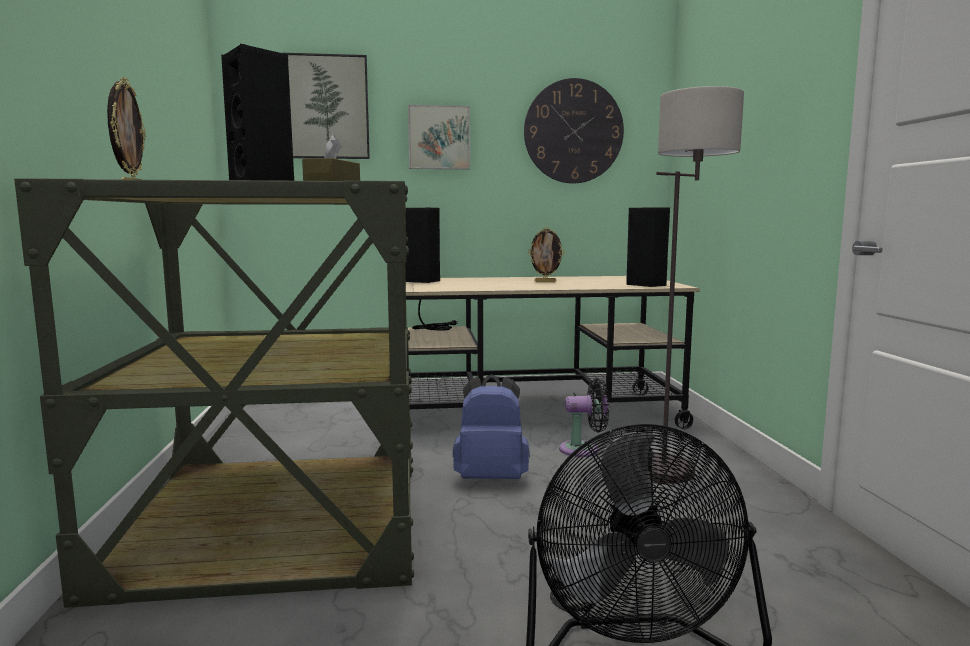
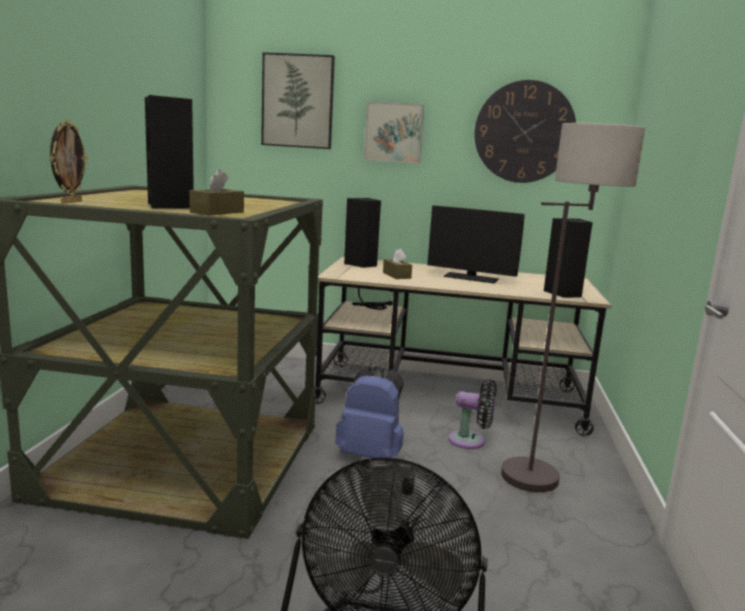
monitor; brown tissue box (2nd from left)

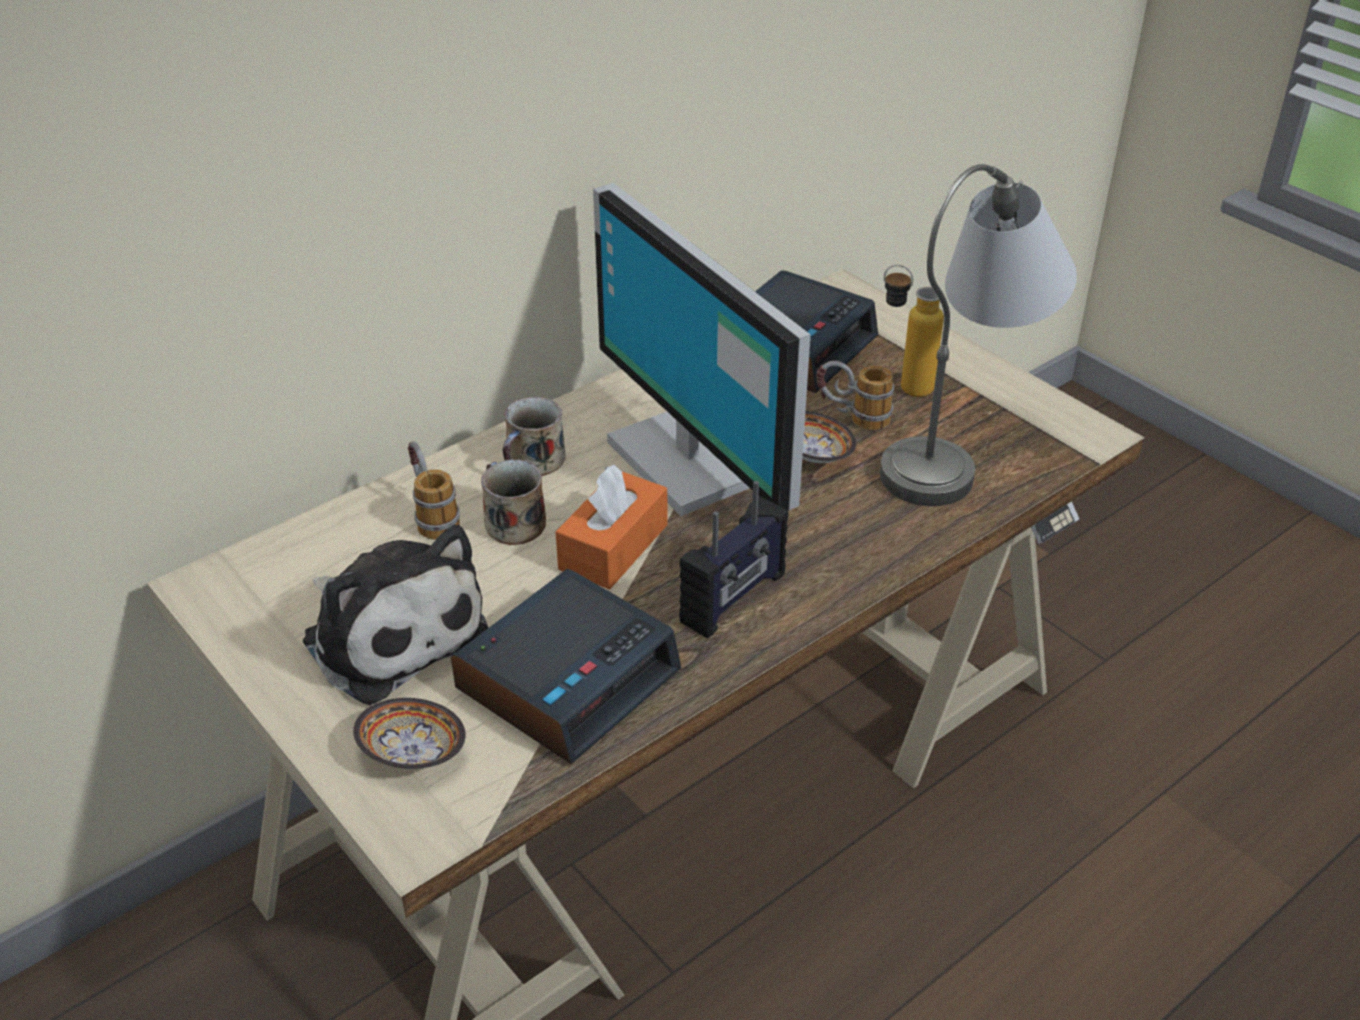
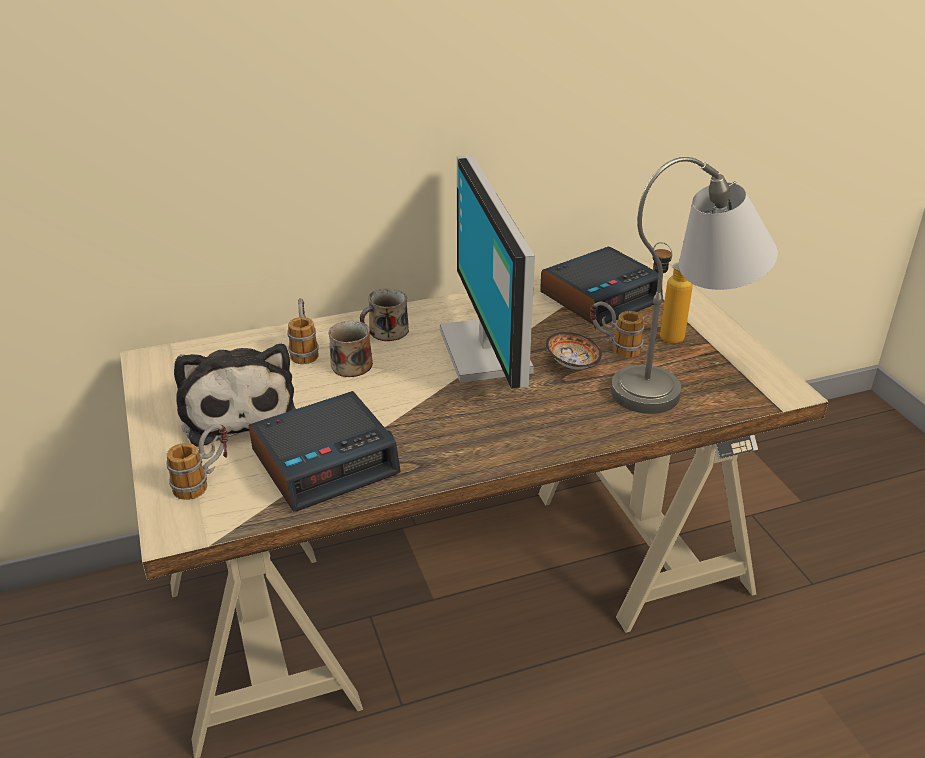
mug (1st from left); orange tissue box; radio

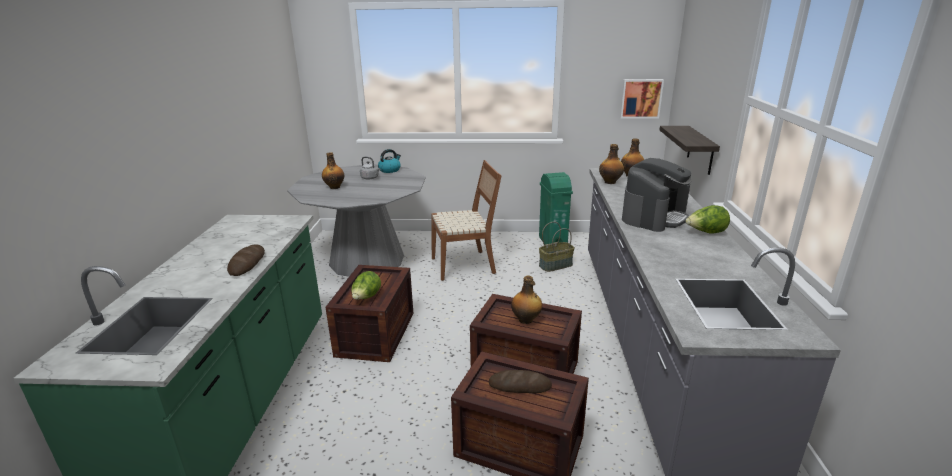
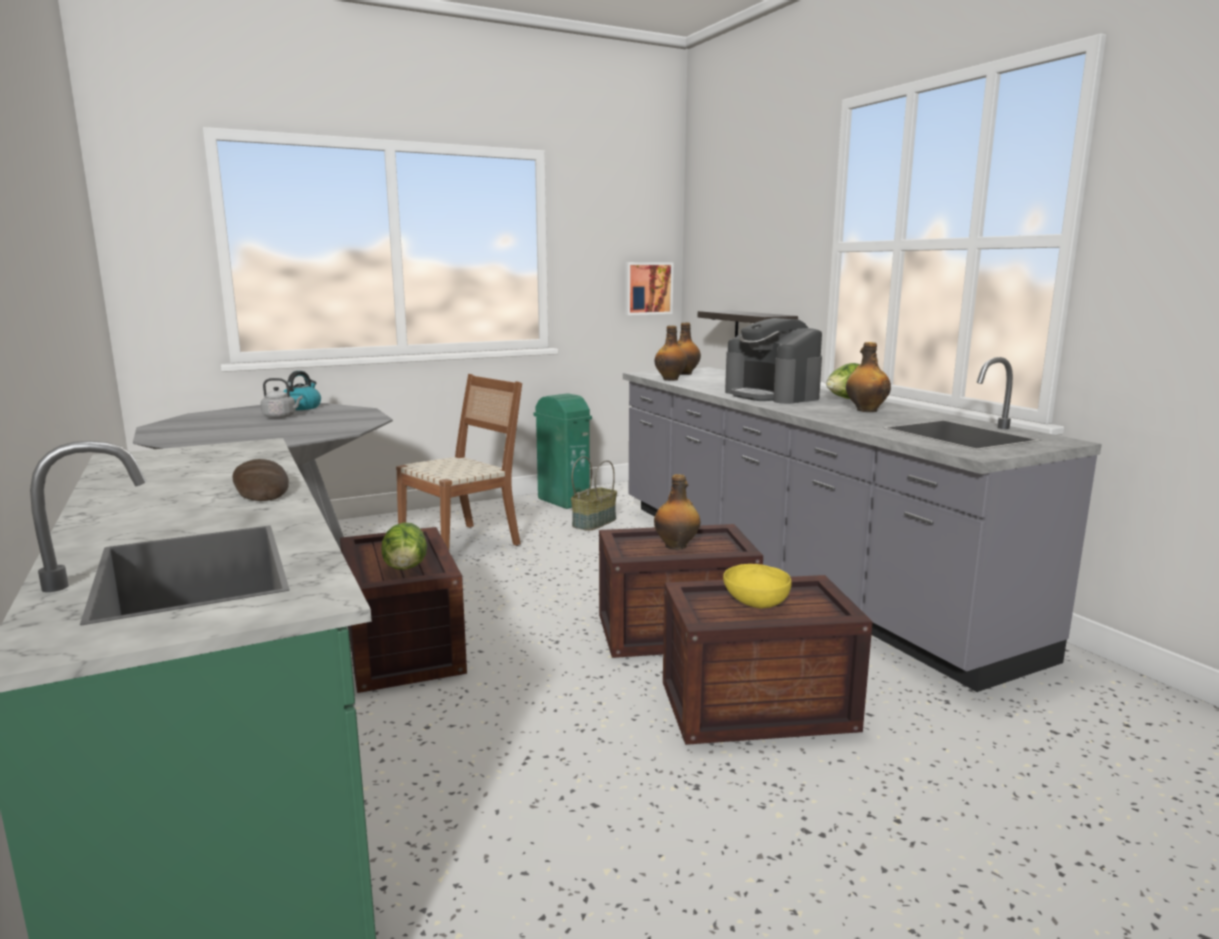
bottle (4th from left); yellow bowl; coffee machine

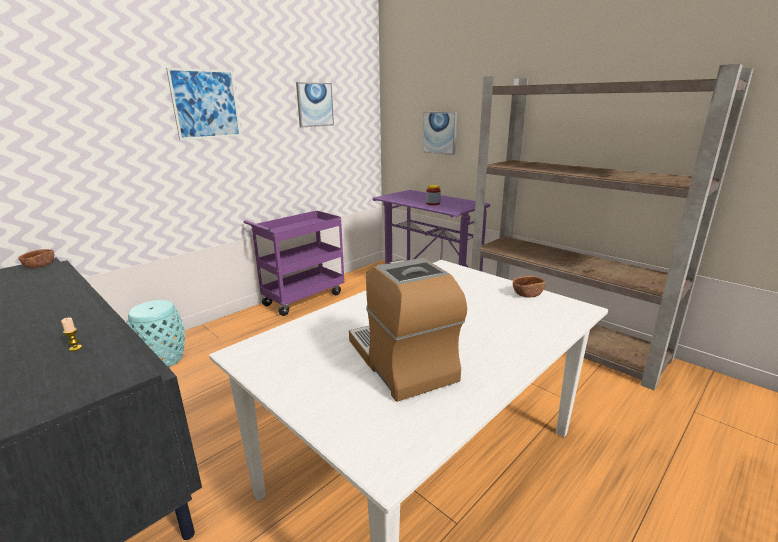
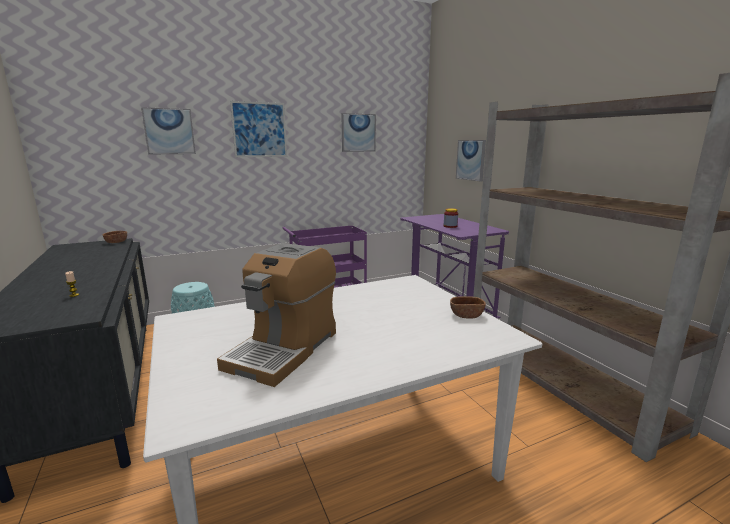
coffee machine; picture (1st from left)

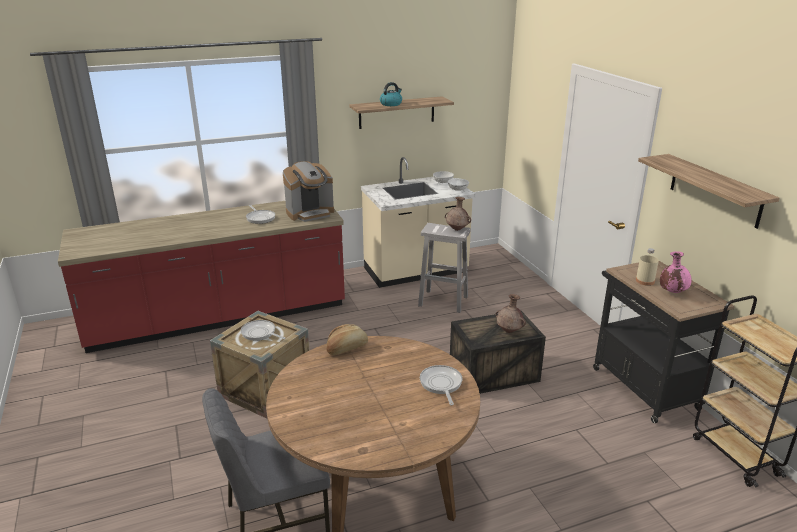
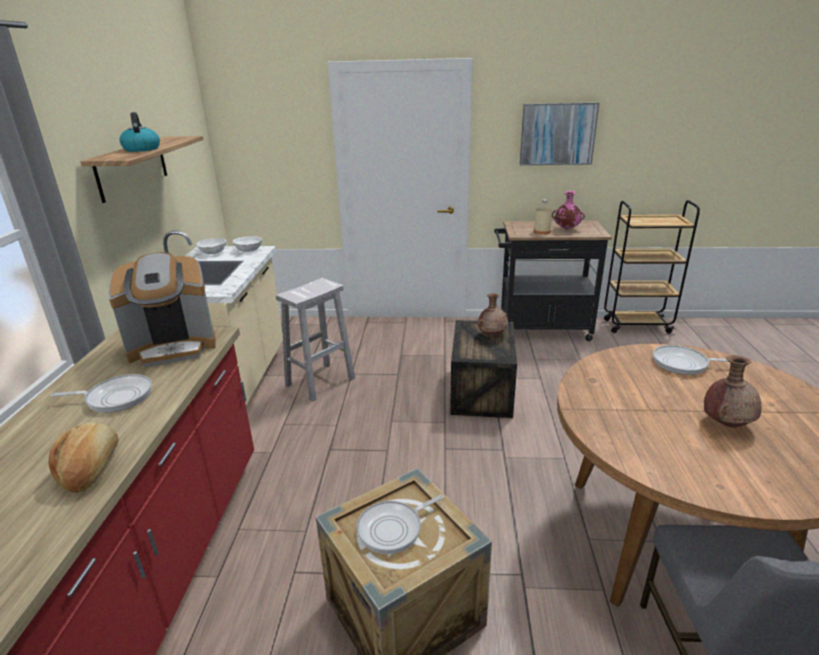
coffee machine; bread; brown vase (2nd from left); picture

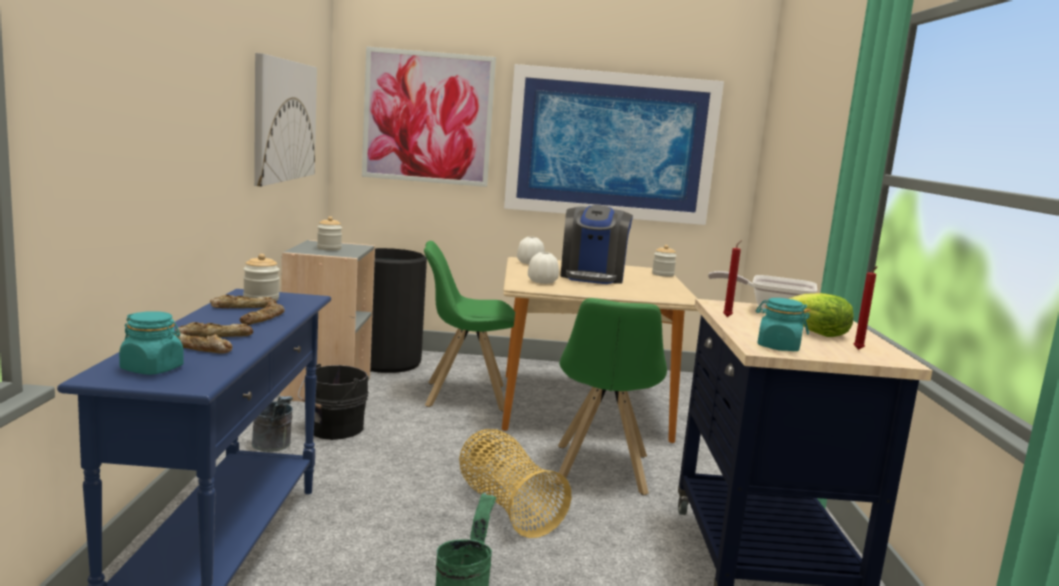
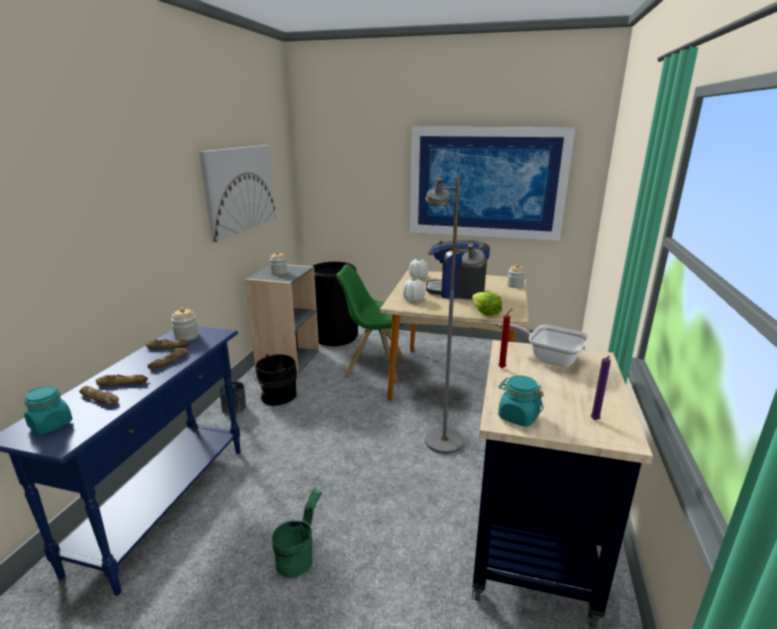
picture (2nd from left in the first image); basket; grey floor lamp; coffee machine; lettuce; purple candle

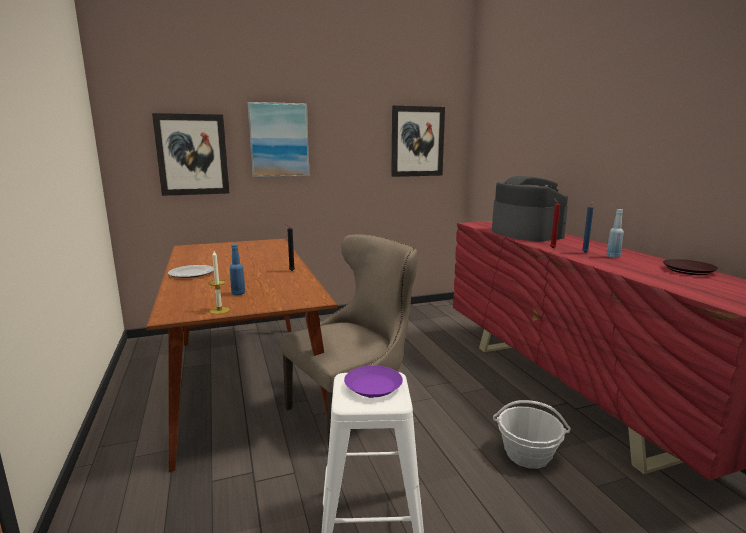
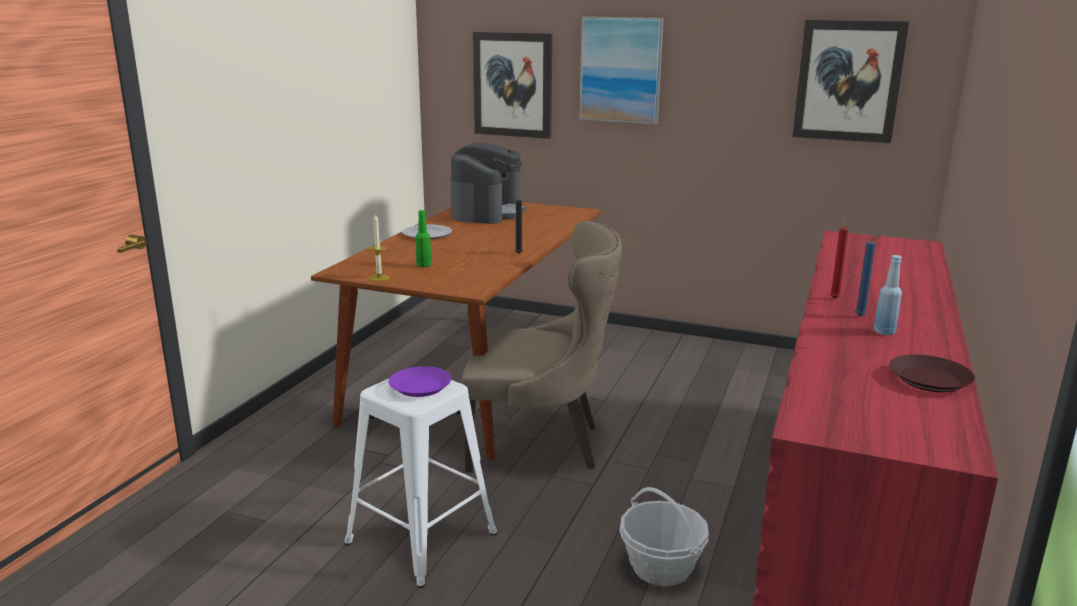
green bottle; coffee machine

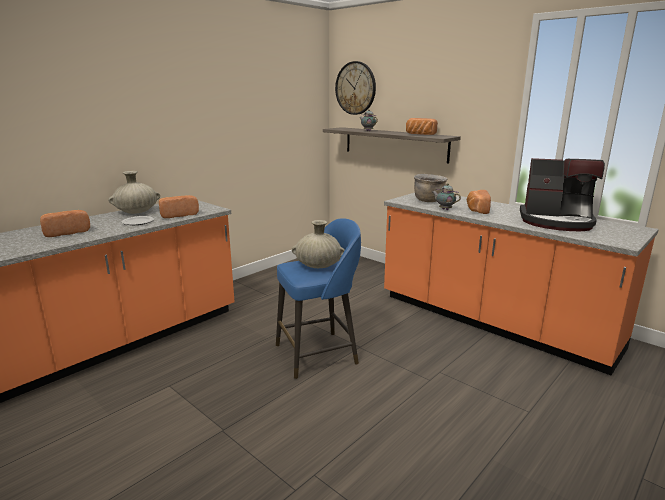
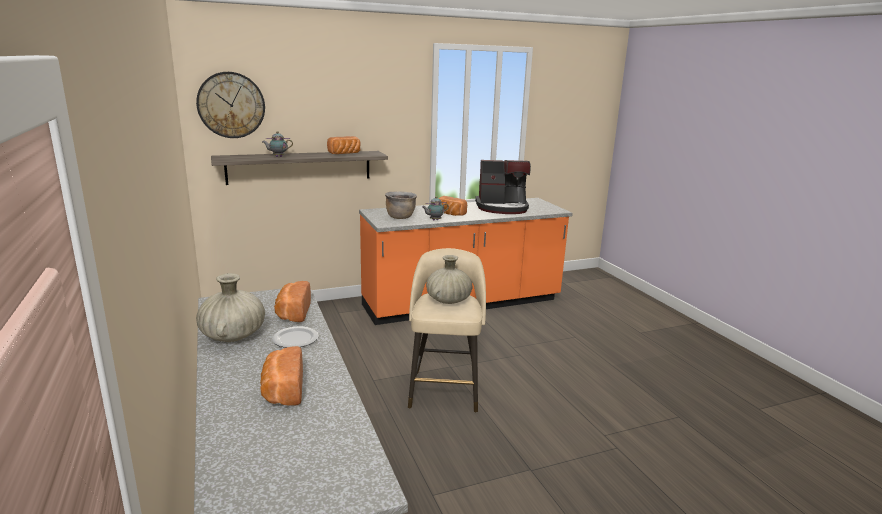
beige stool; coffee machine

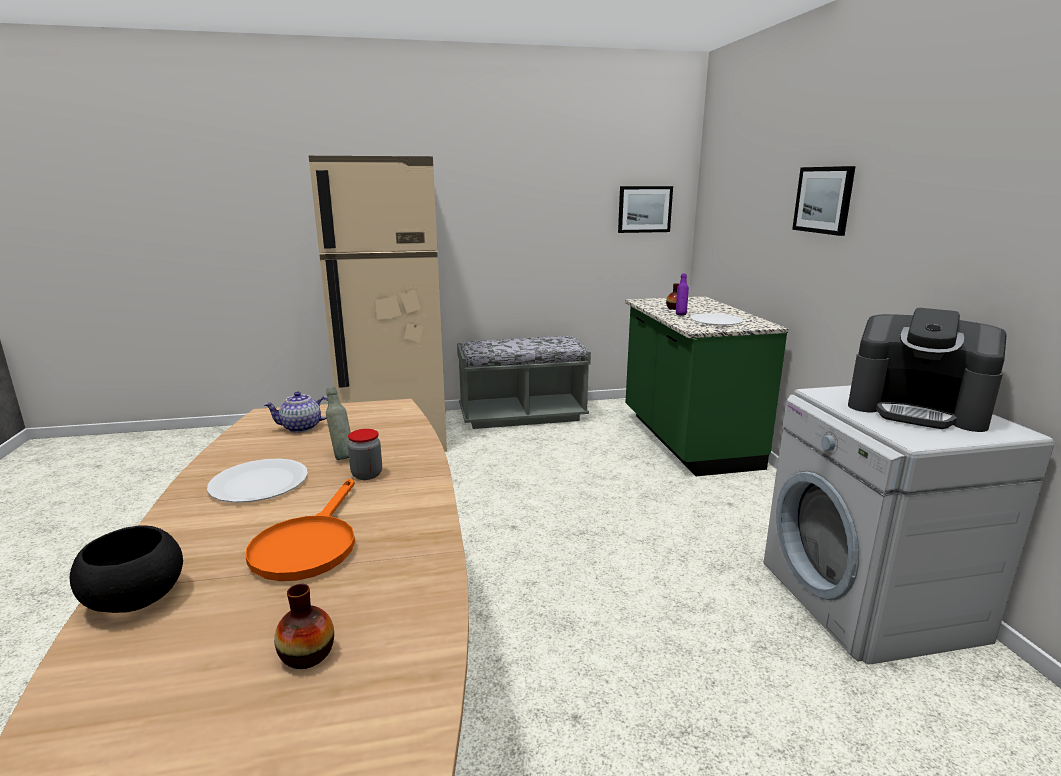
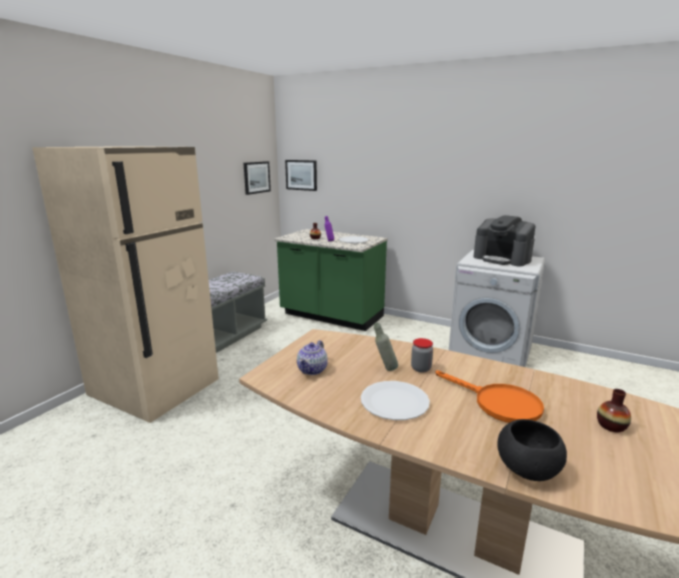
picture (2nd from left); coffee machine

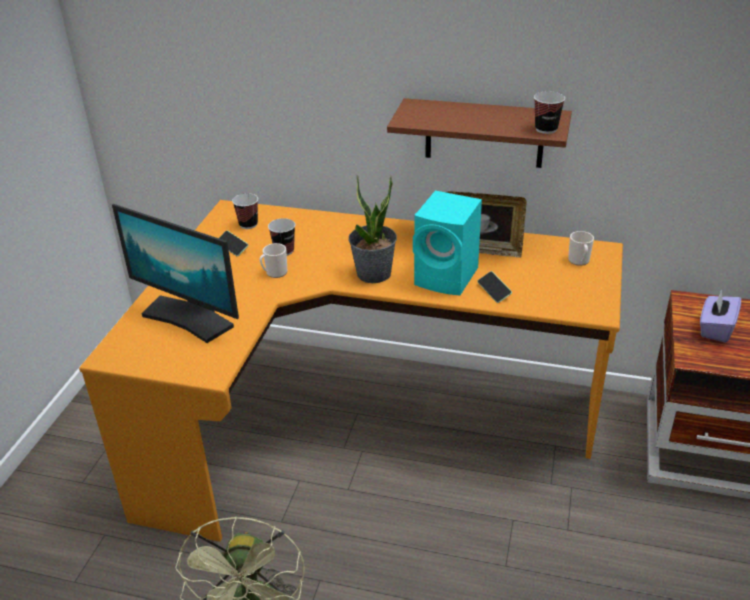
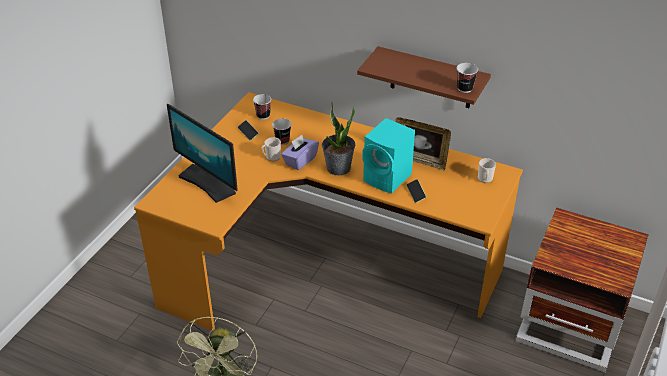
purple tissue box

